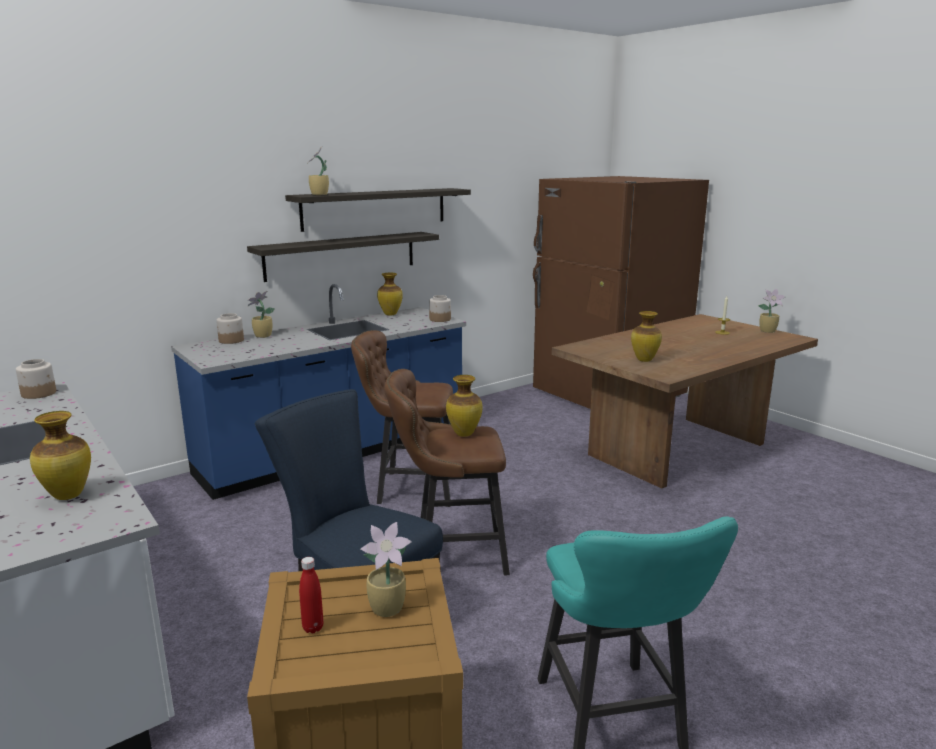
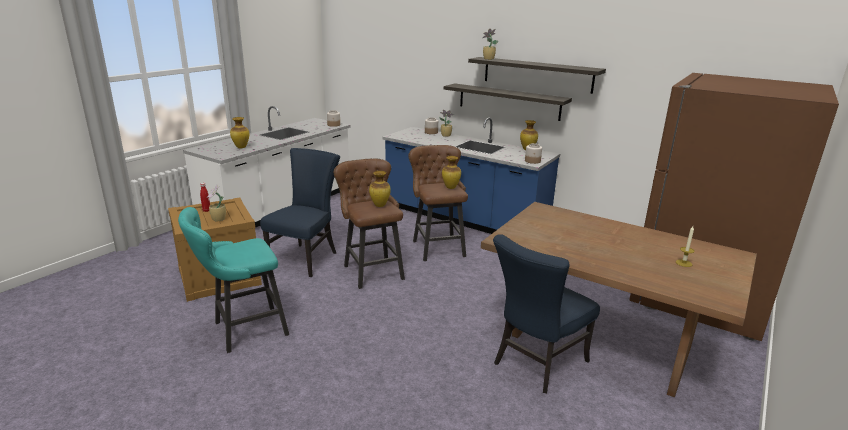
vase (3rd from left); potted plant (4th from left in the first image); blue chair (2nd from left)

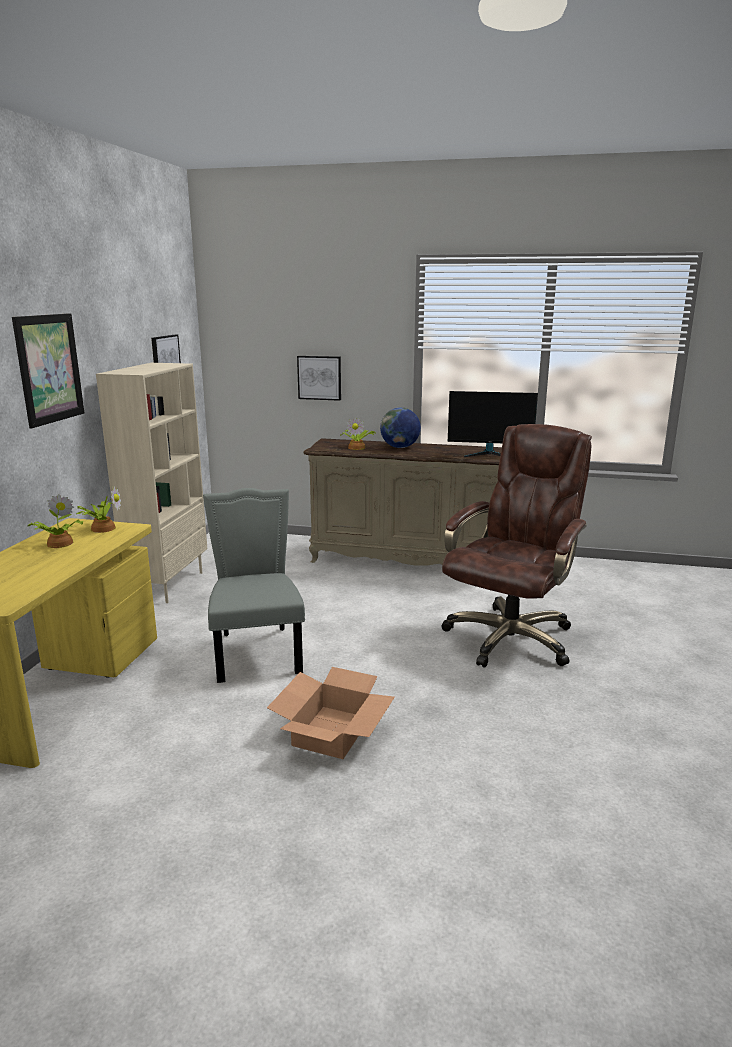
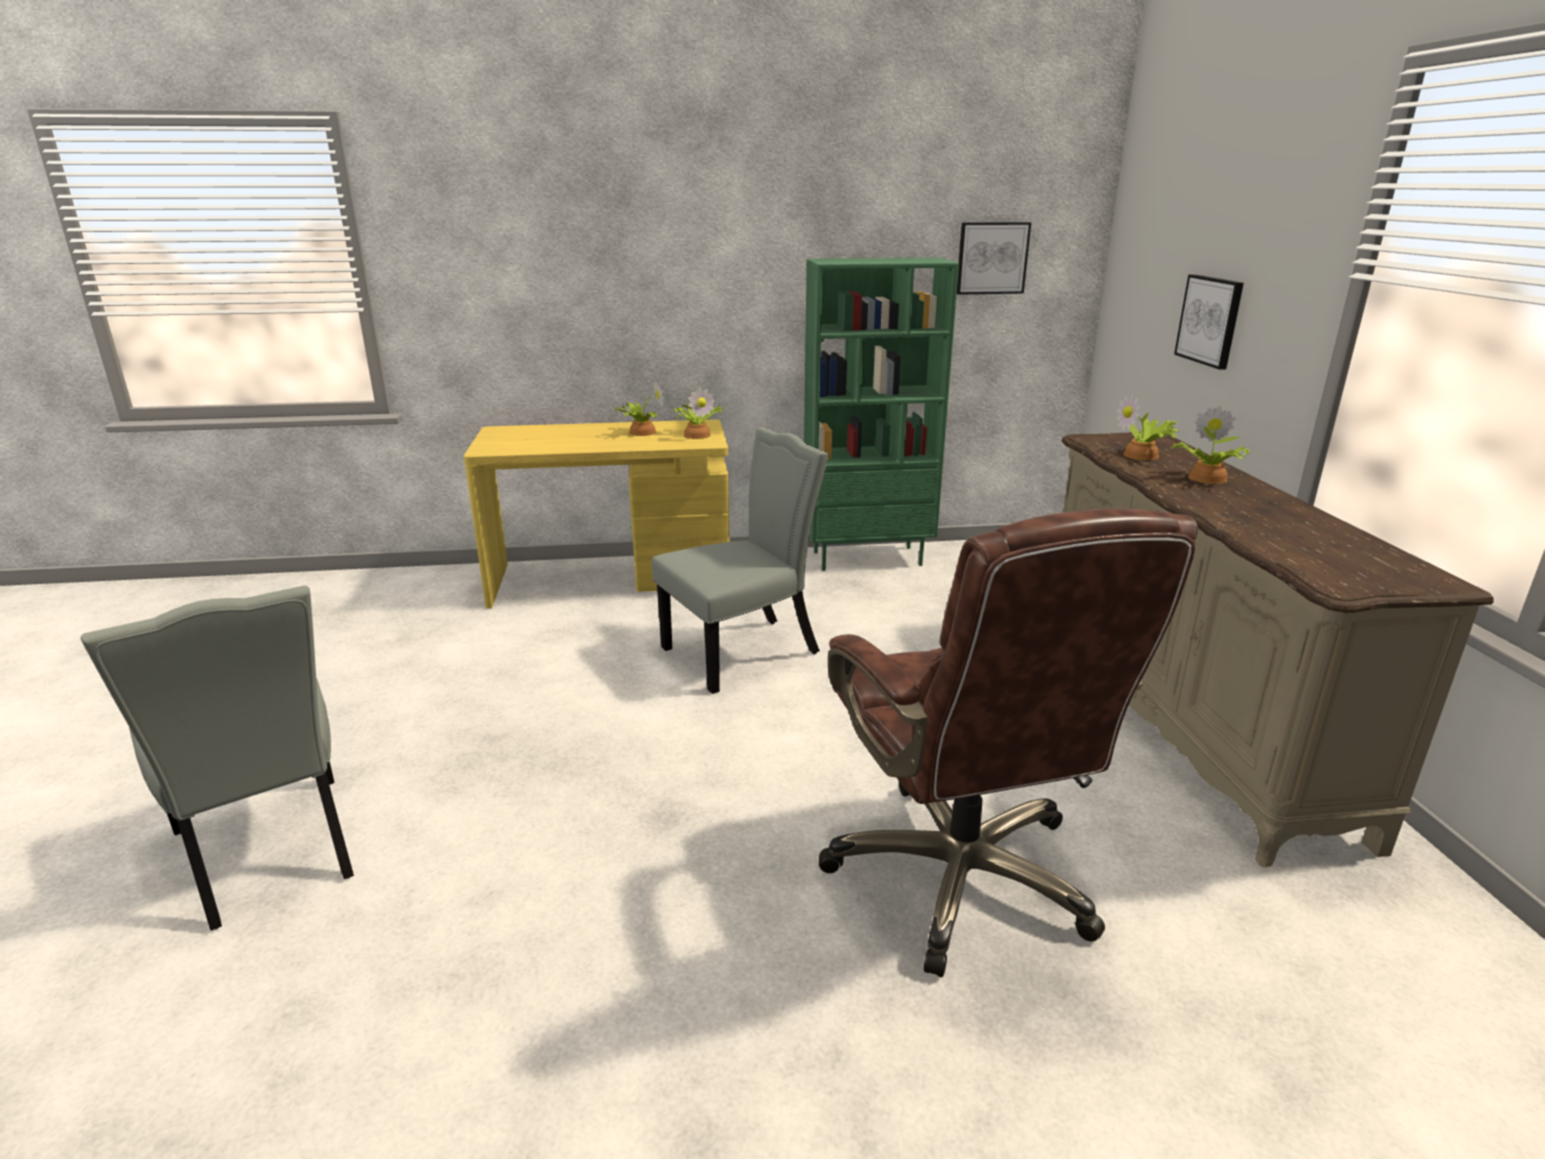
picture (1st from left in the first image); green bookcase; cardboard box; potted plant (4th from left); brown office chair; monitor; grey chair (1st from left)

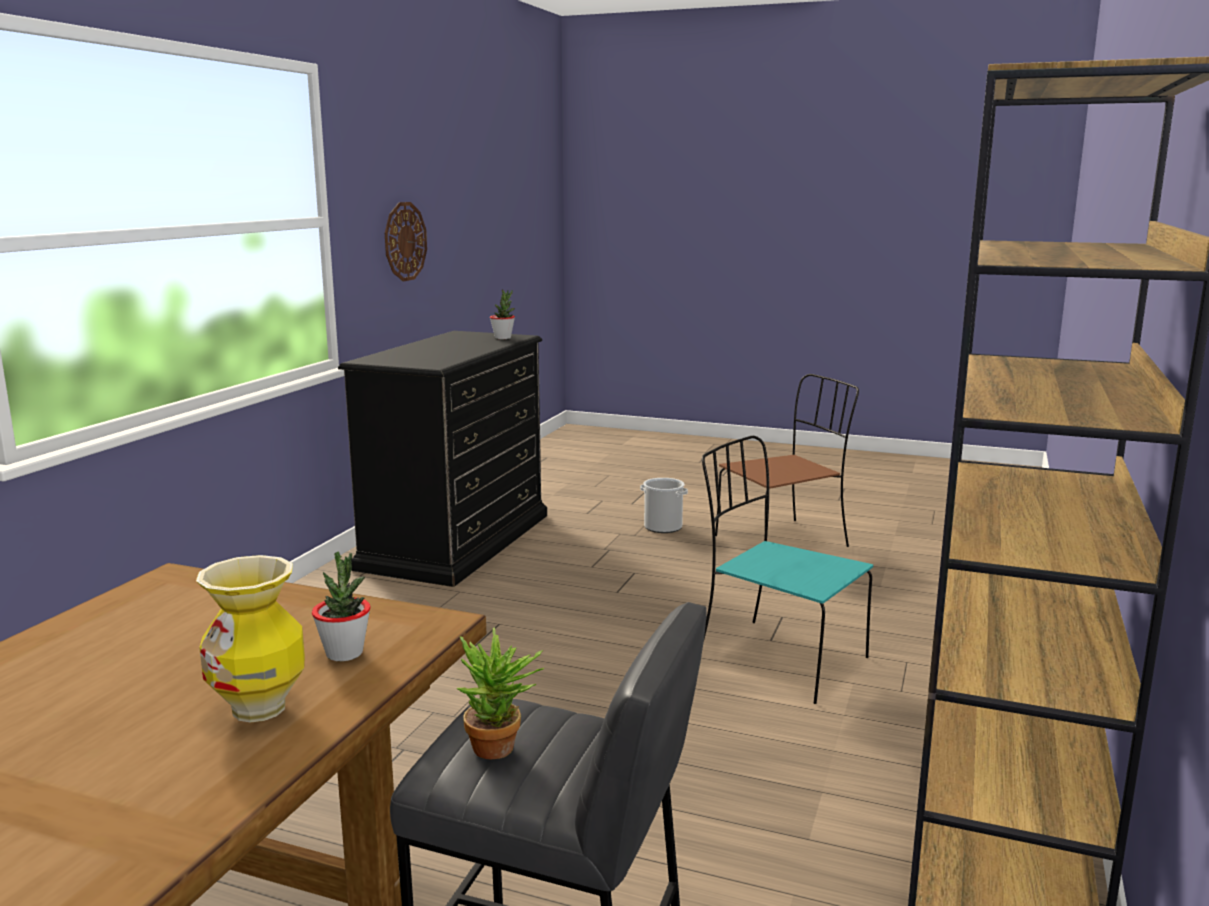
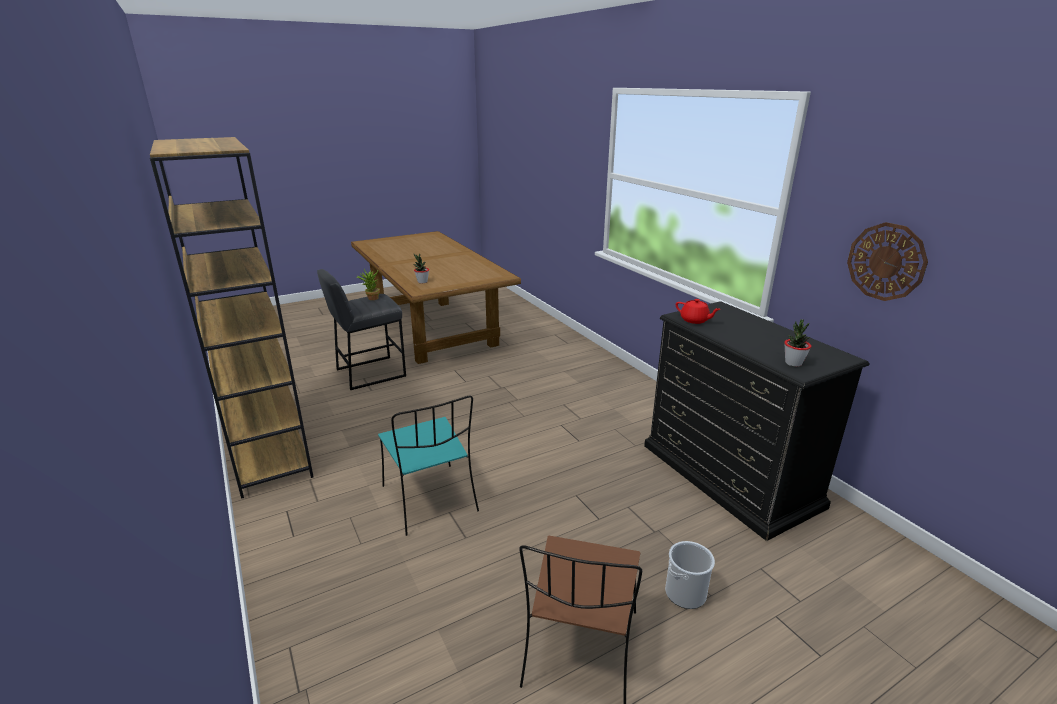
vase; turquoise chair; red teapot

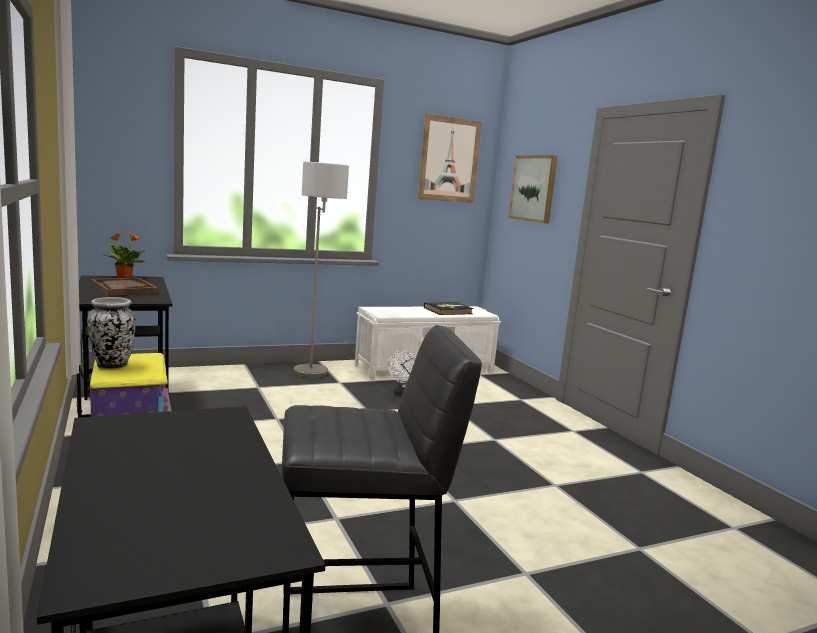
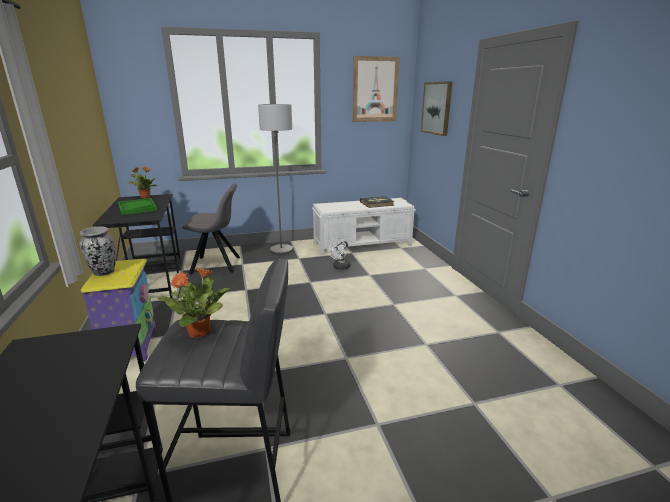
green tray; potted plant (2nd from left); grey chair

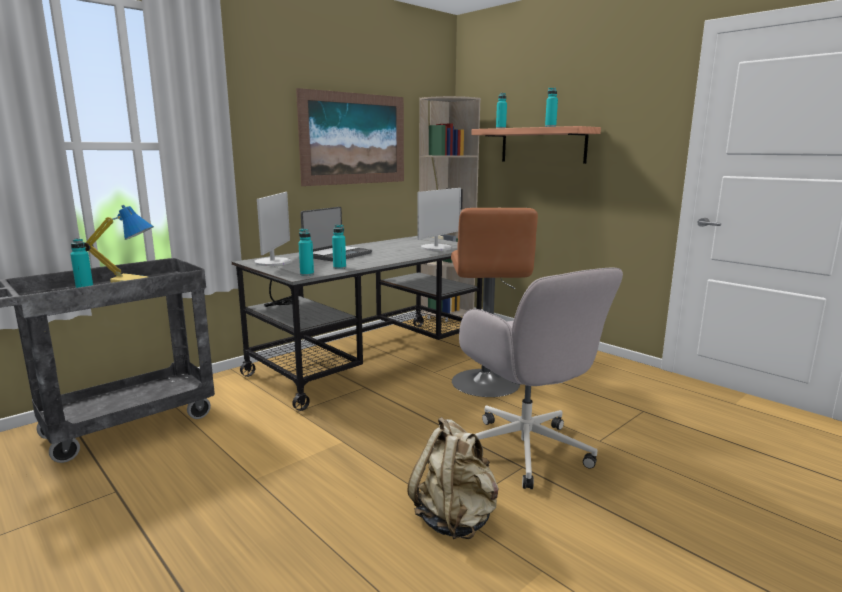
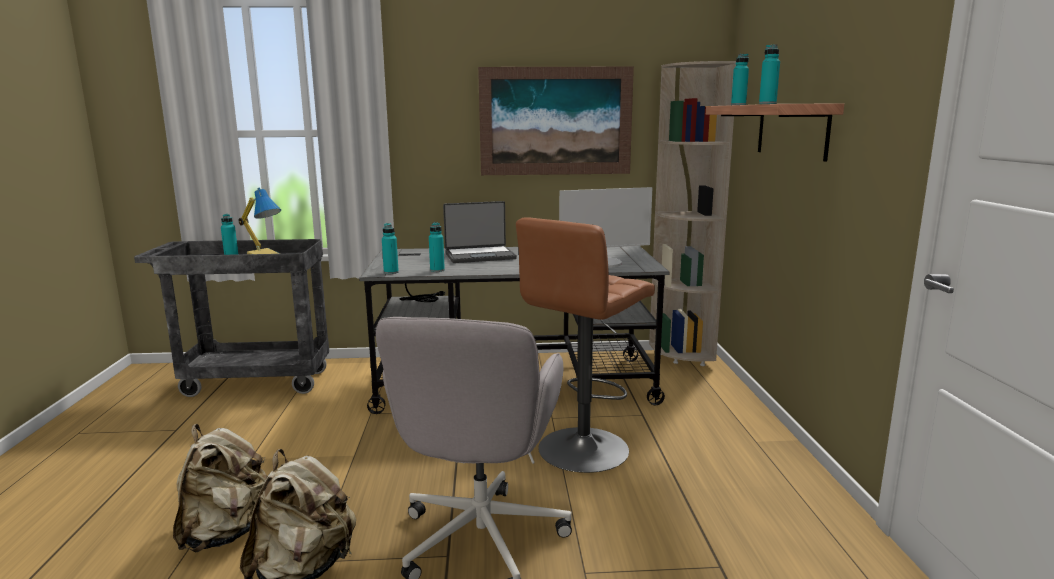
monitor (1st from left in the first image); beige backpack (1st from left)

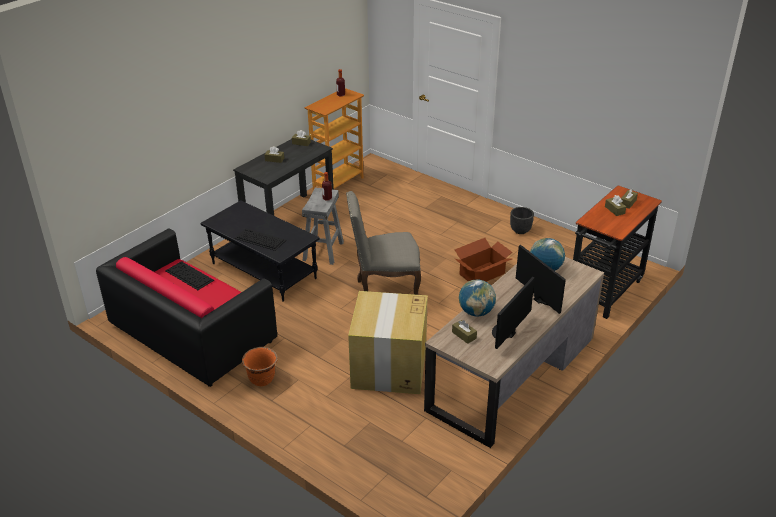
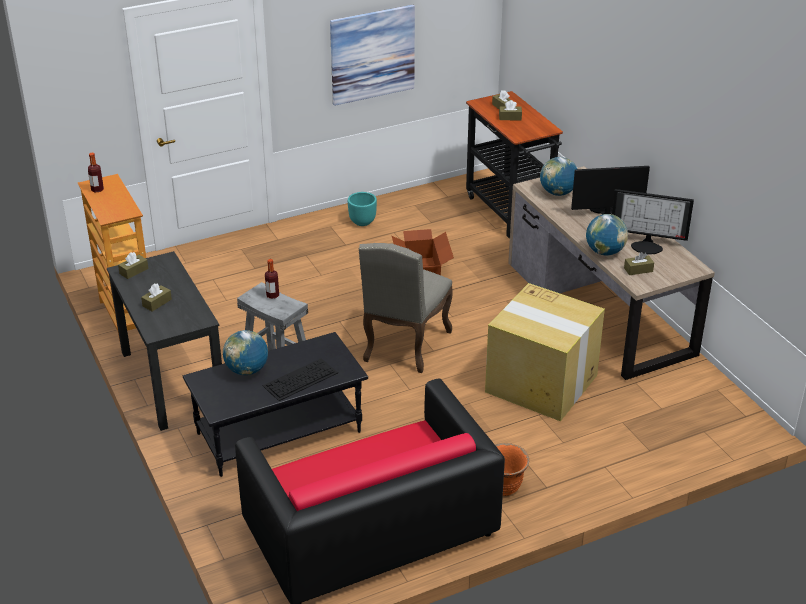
keyboard (1st from left in the first image); monitor (2nd from left); turquoise planter; globe (1st from left); picture

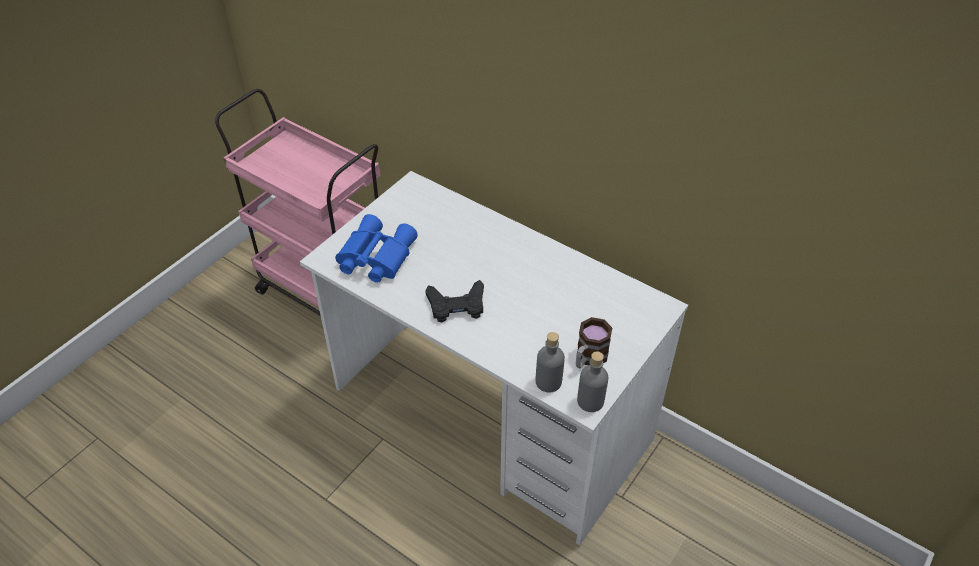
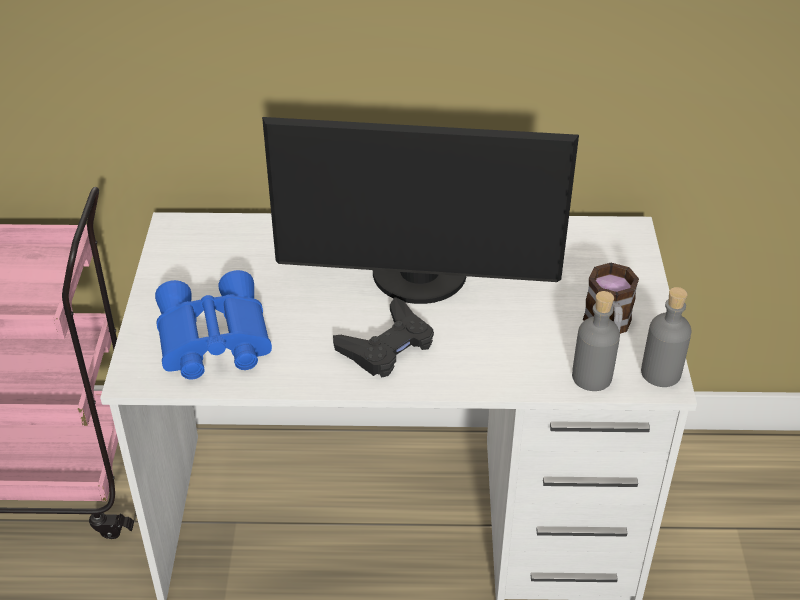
monitor

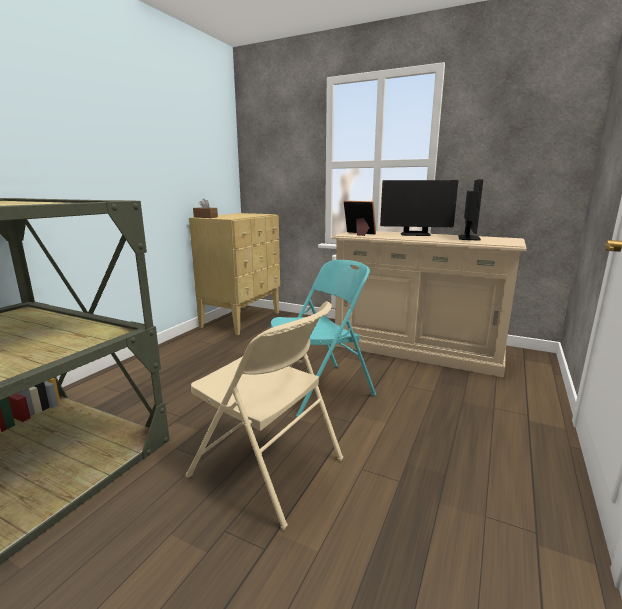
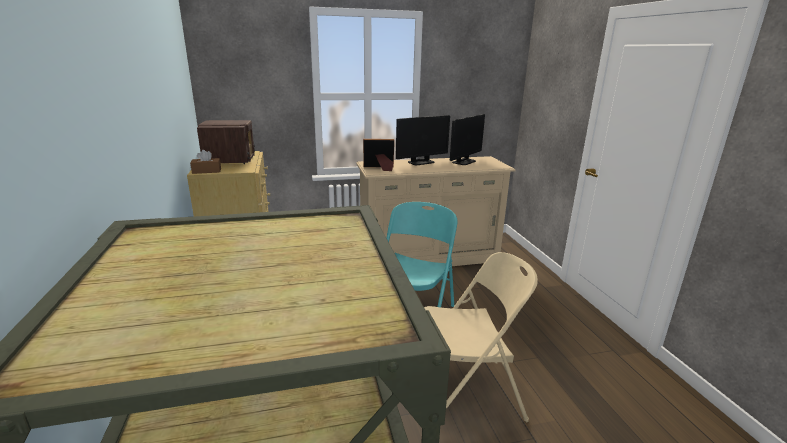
monitor (2nd from left); radio

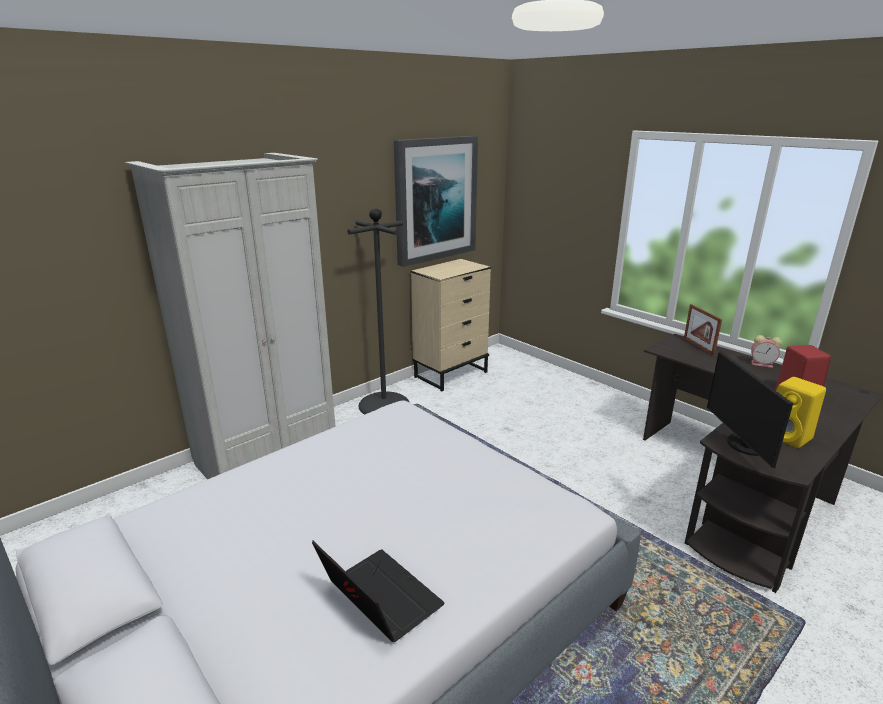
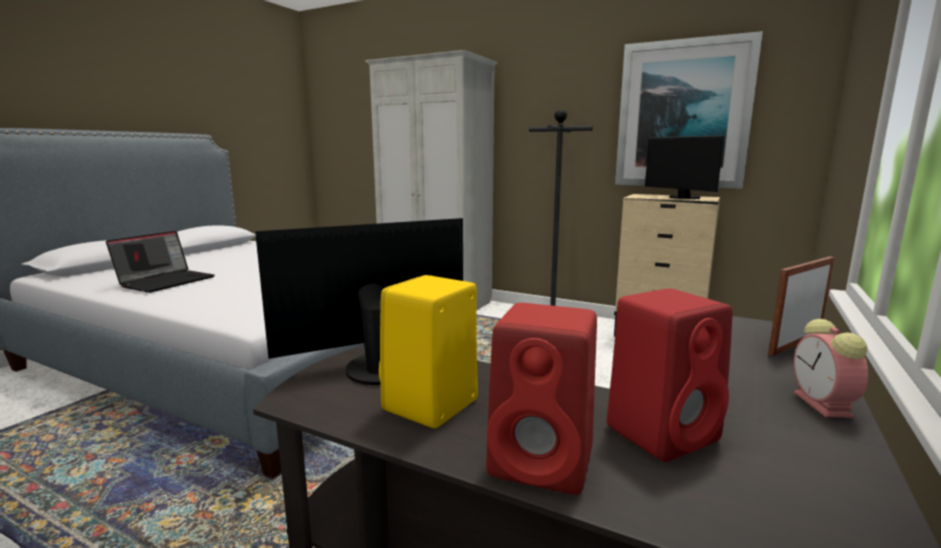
red speaker (1st from left); monitor (2nd from left)

